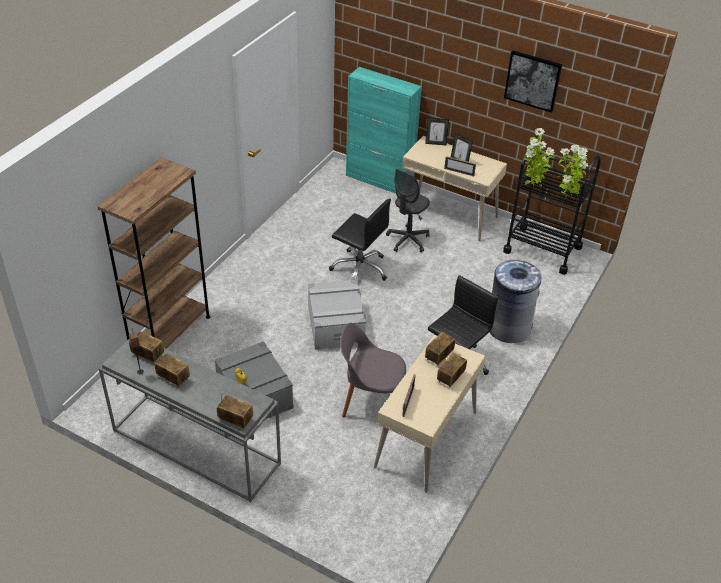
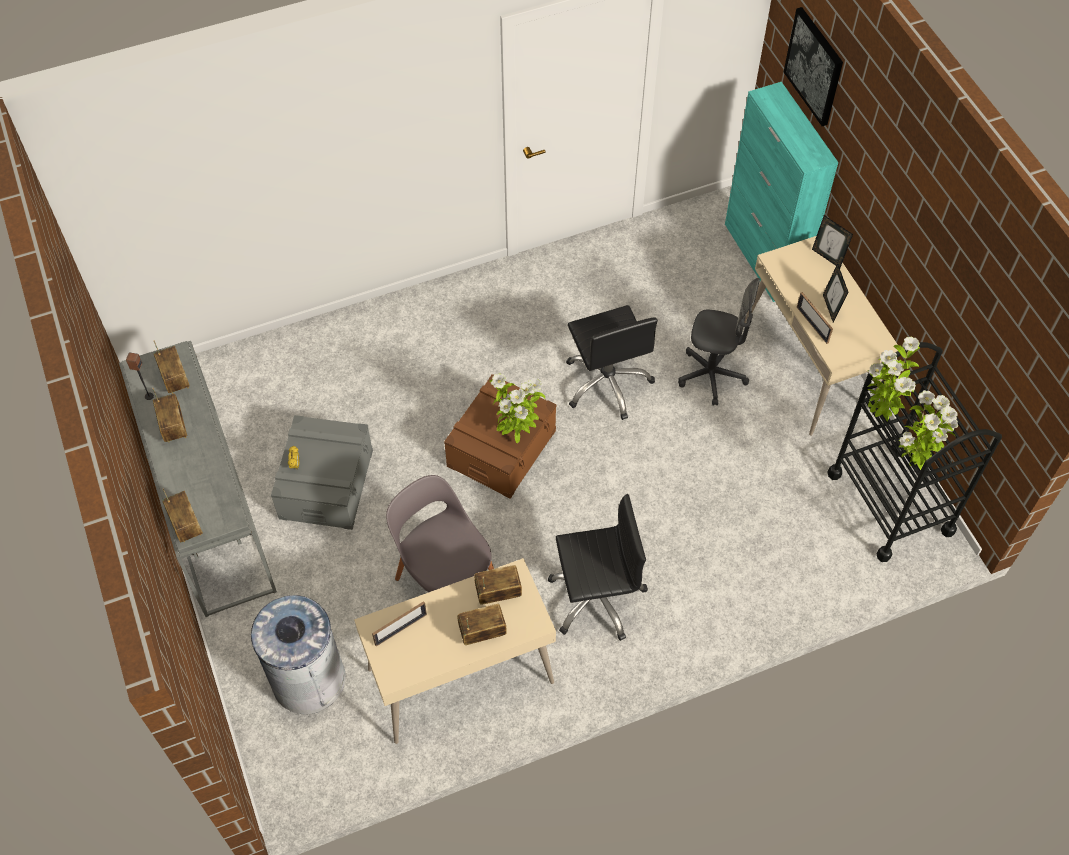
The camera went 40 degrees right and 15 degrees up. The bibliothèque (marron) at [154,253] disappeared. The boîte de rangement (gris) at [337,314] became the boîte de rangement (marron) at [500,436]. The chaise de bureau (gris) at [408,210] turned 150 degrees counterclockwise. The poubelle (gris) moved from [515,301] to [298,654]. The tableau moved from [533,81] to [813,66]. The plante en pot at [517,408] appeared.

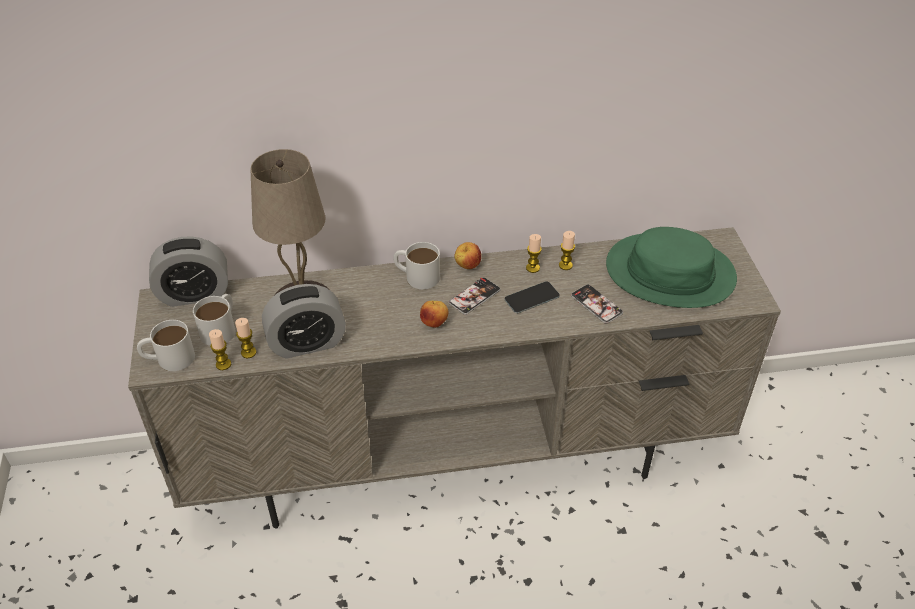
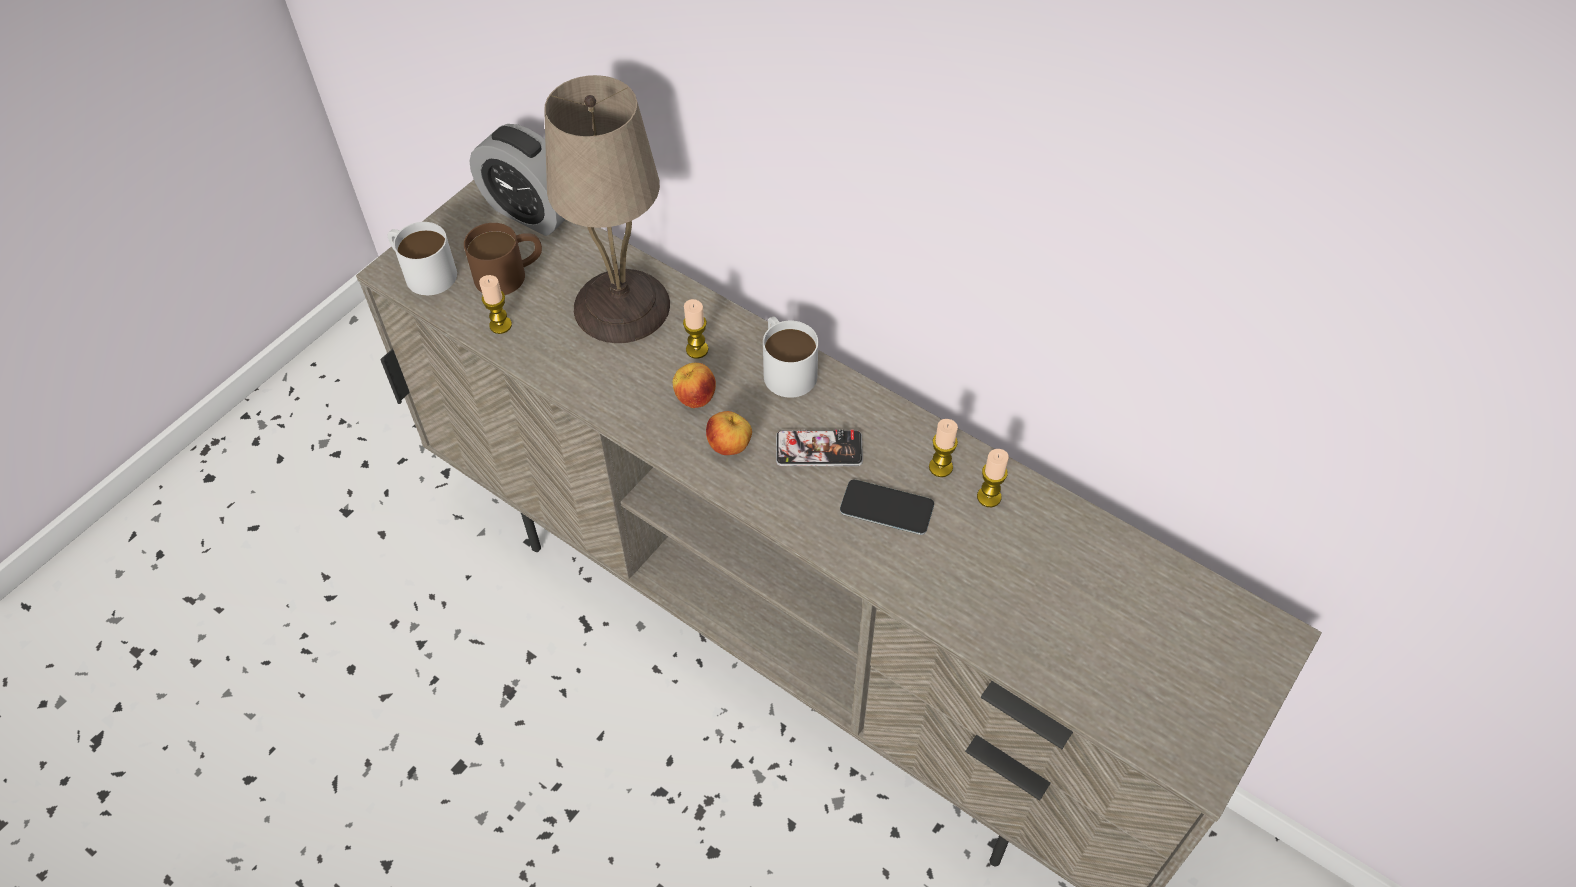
The camera went 45 degrees right and 10 degrees up. The mug (blanc) at [214,320] became the mug (marron) at [503,259]. The bougie moved from [220,349] to [695,329]. The réveil at [304,321] disappeared. The pomme moved from [467,255] to [694,385]. The téléphone at [597,304] disappeared. The chapeau (vert) at [671,267] disappeared.

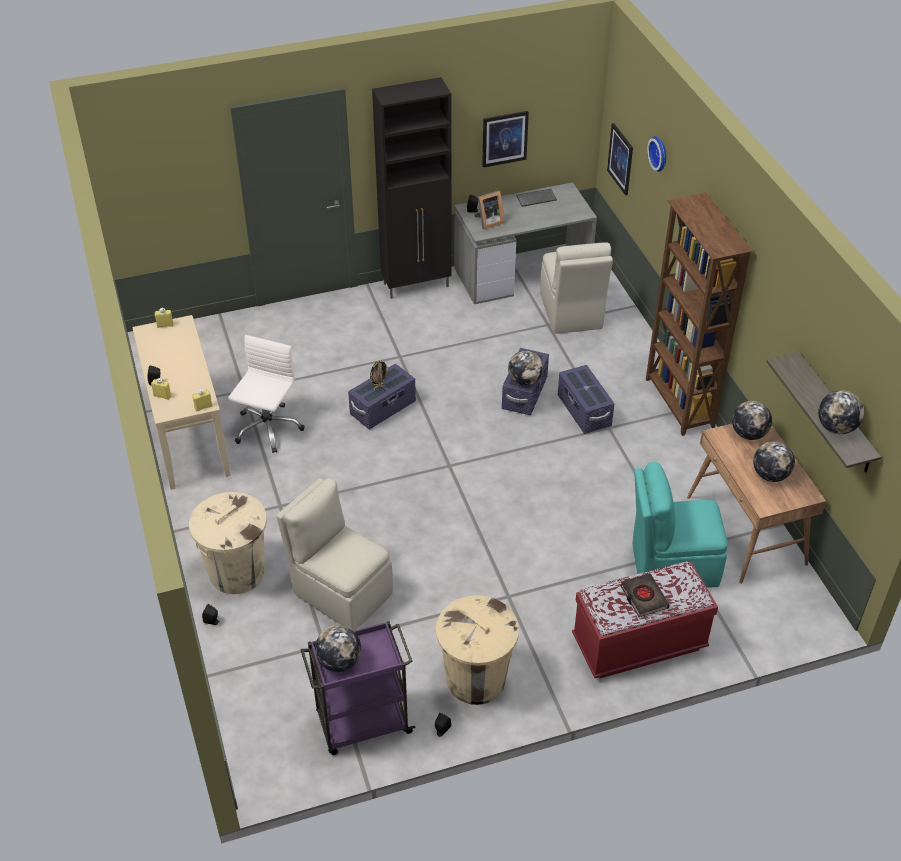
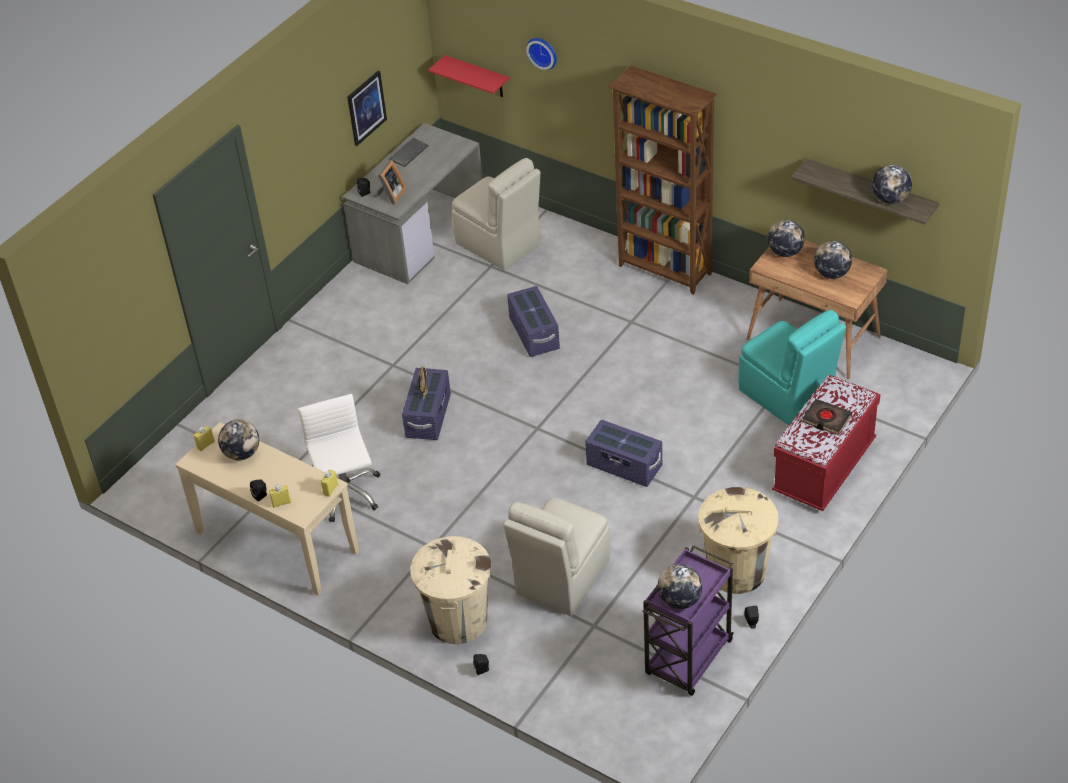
The camera went 35 degrees left and 0 degrees up. The chaise (beige) at [334,554] turned 60 degrees counterclockwise. The meuble de rangement (noir) at [412,188] disappeared. The globe moved from [525,368] to [238,440]. The boîte de rangement (violet) moved from [586,399] to [623,453]. The tableau at [620,159] was replaced by the étagère (rouge) at [469,76]. The chaise (turquoise) at [680,525] turned 90 degrees counterclockwise.

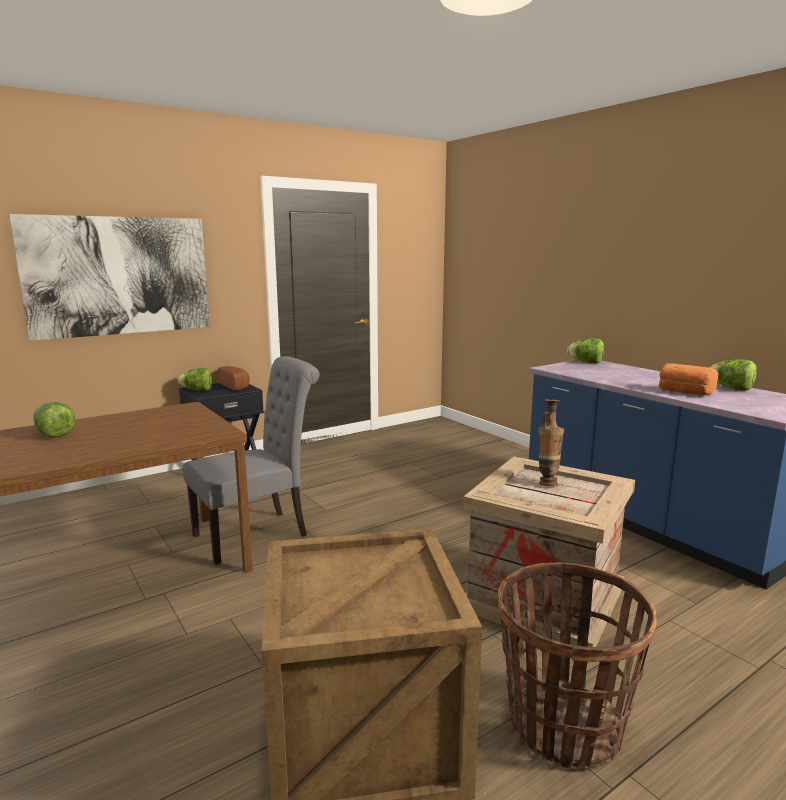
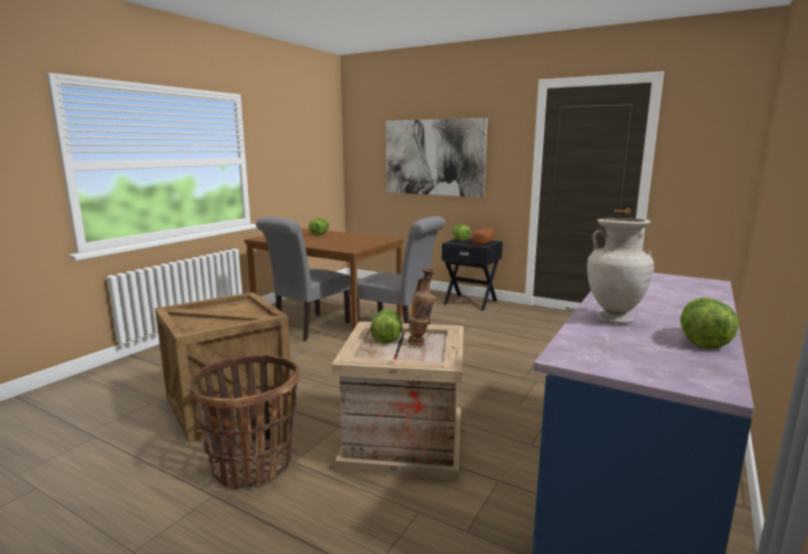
The camera went 65 degrees right and 0 degrees up. The laitue moved from [585,350] to [386,326]. The pain at [689,379] was replaced by the vase (beige) at [620,271]. The chaise (gris) at [303,279] appeared.

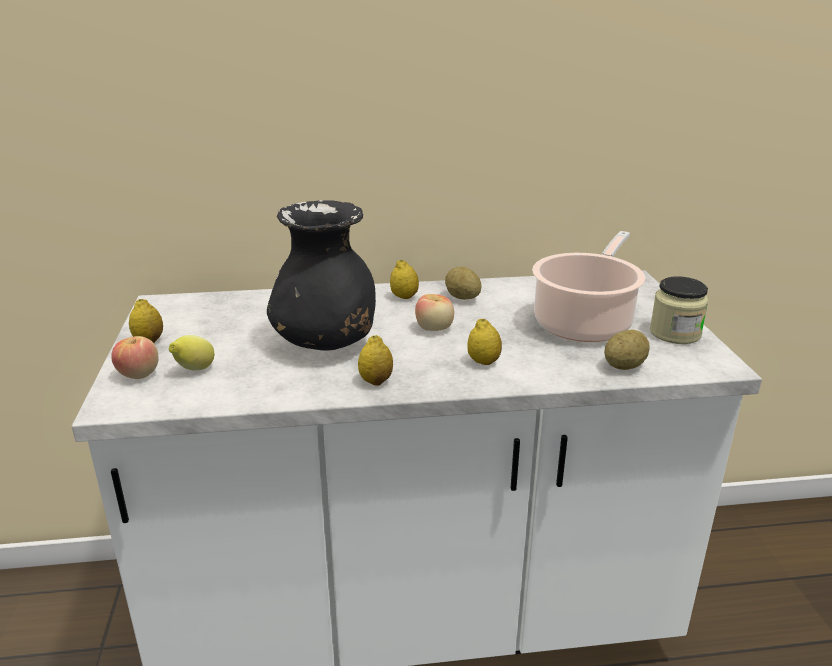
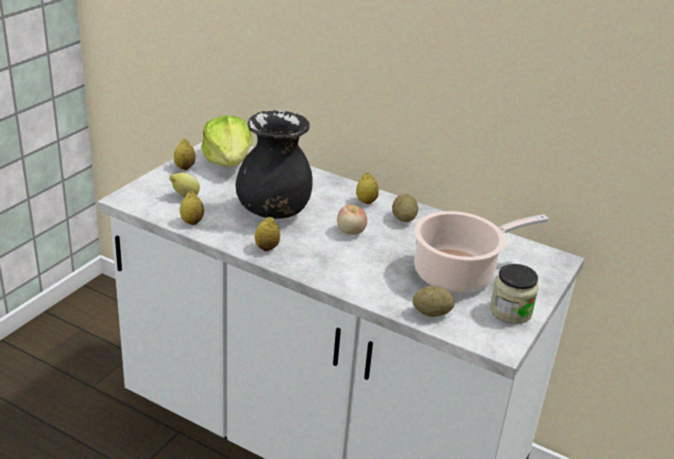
The camera went 35 degrees right and 5 degrees up. The pomme at [134,357] disappeared. The citron moved from [484,342] to [192,208]. The laitue at [226,141] appeared.

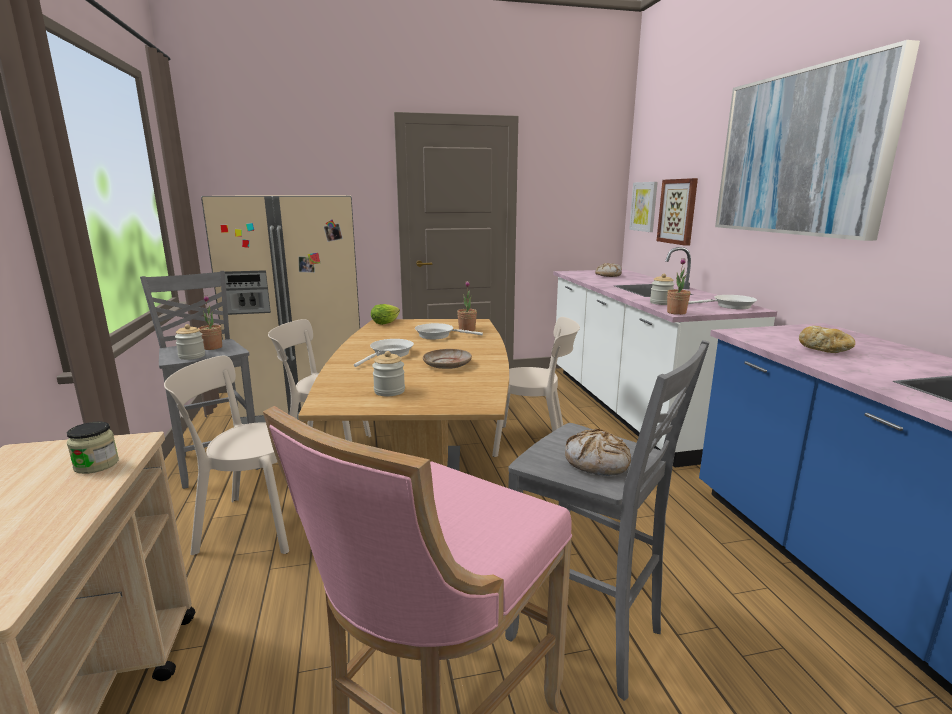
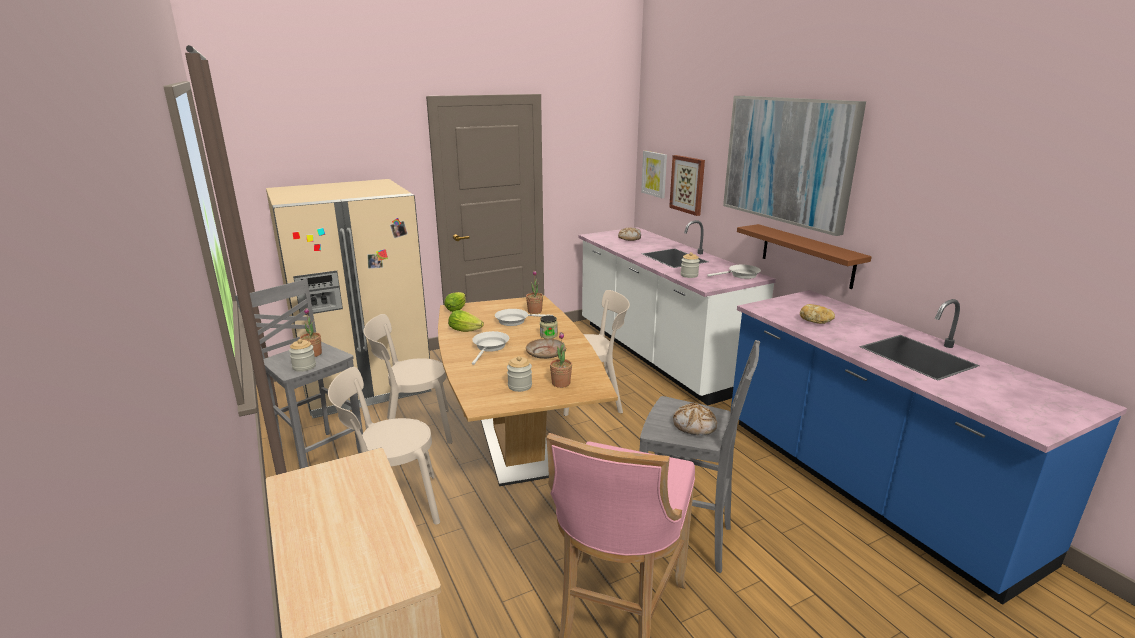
The camera went 15 degrees left and 5 degrees up. The bocal moved from [93,448] to [549,327]. The plante en pot moved from [679,286] to [561,360]. The laitue at [466,321] appeared. The étagère (marron) at [804,256] appeared.

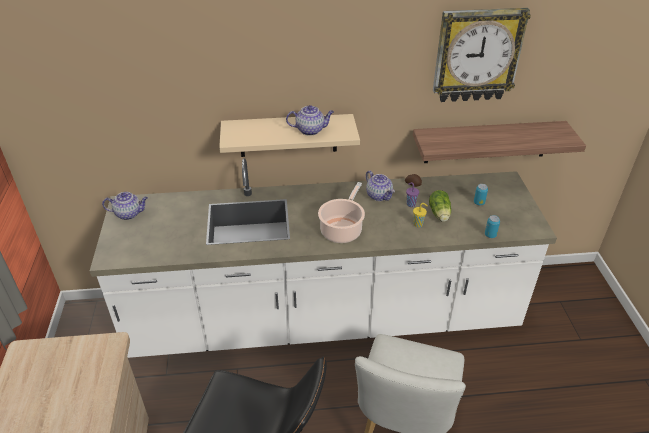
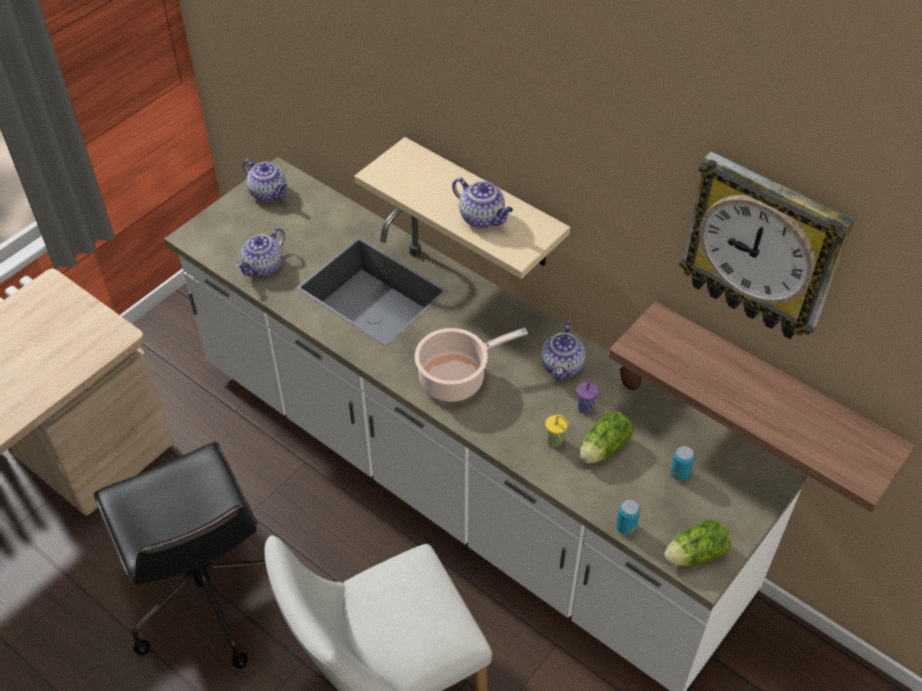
The camera went 45 degrees right and 10 degrees up. The théière at [260,251] appeared. The laitue at [697,543] appeared.

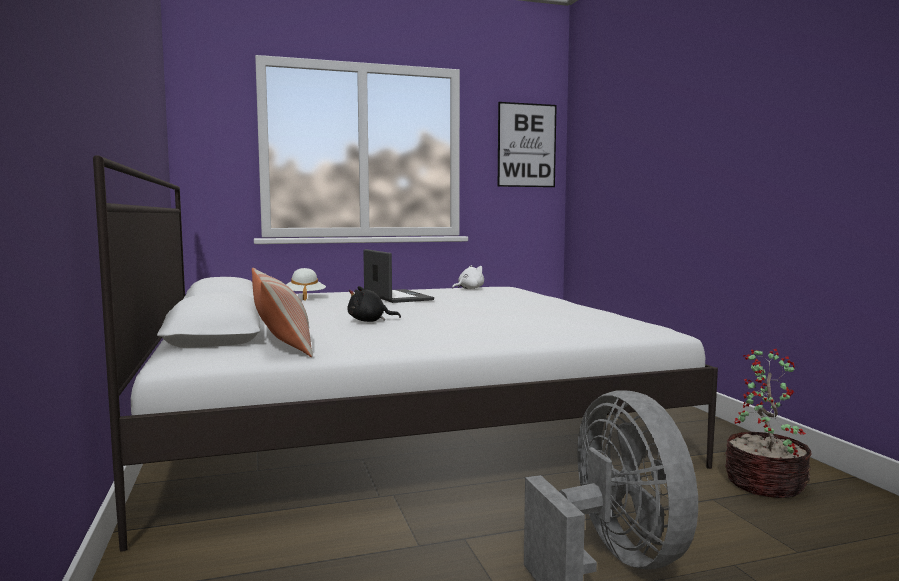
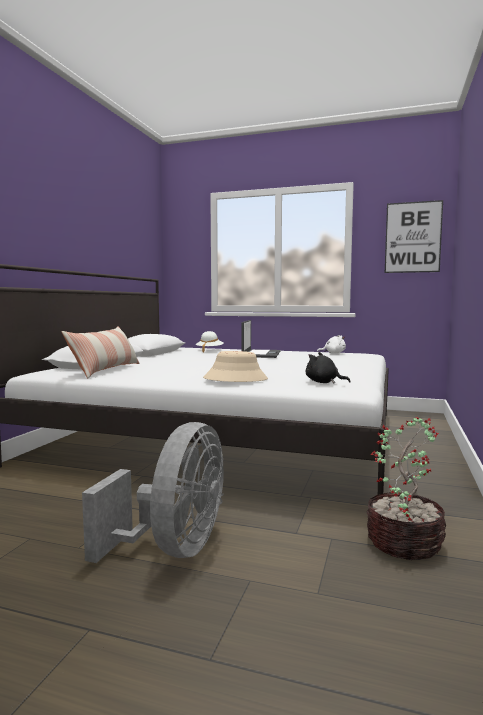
The camera went 35 degrees right and 0 degrees up. The peluche (noir) moved from [374,304] to [328,367]. The chapeau (beige) at [235,366] appeared.

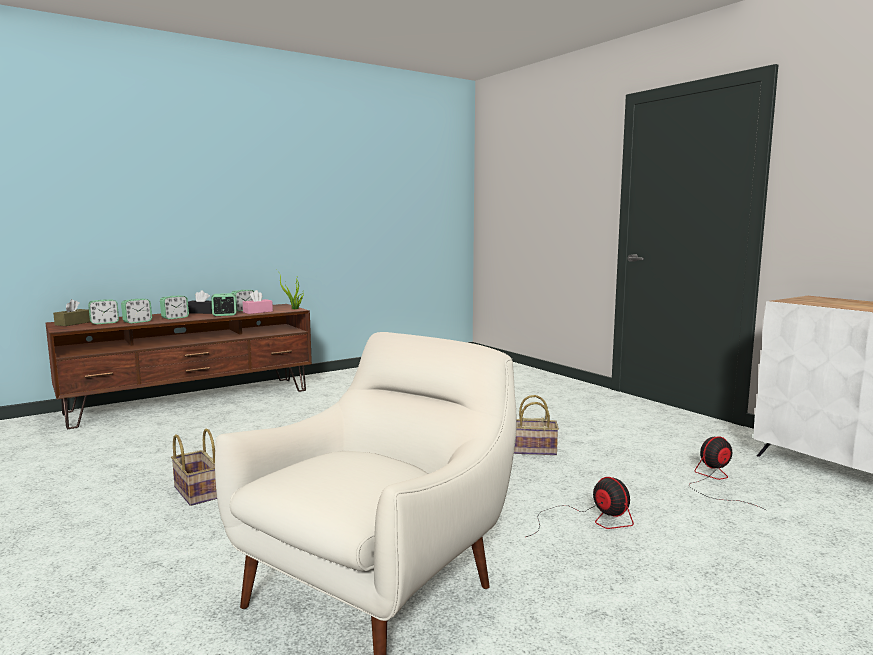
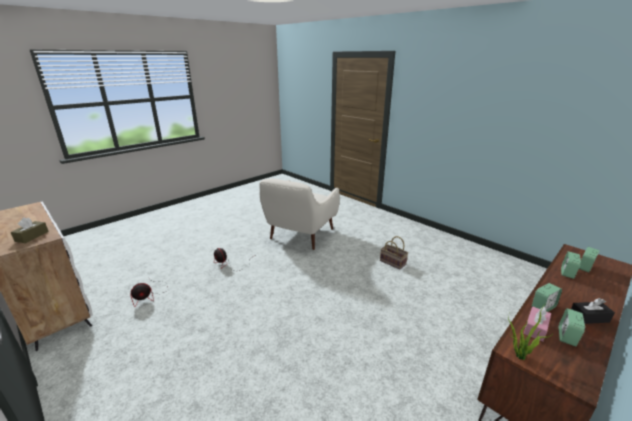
The camera went 170 degrees right and 15 degrees up. The boîte à mouchoirs (marron) moved from [72,312] to [29,230]. The réveil at [174,307] disappeared. The panier at [536,425] disappeared.

